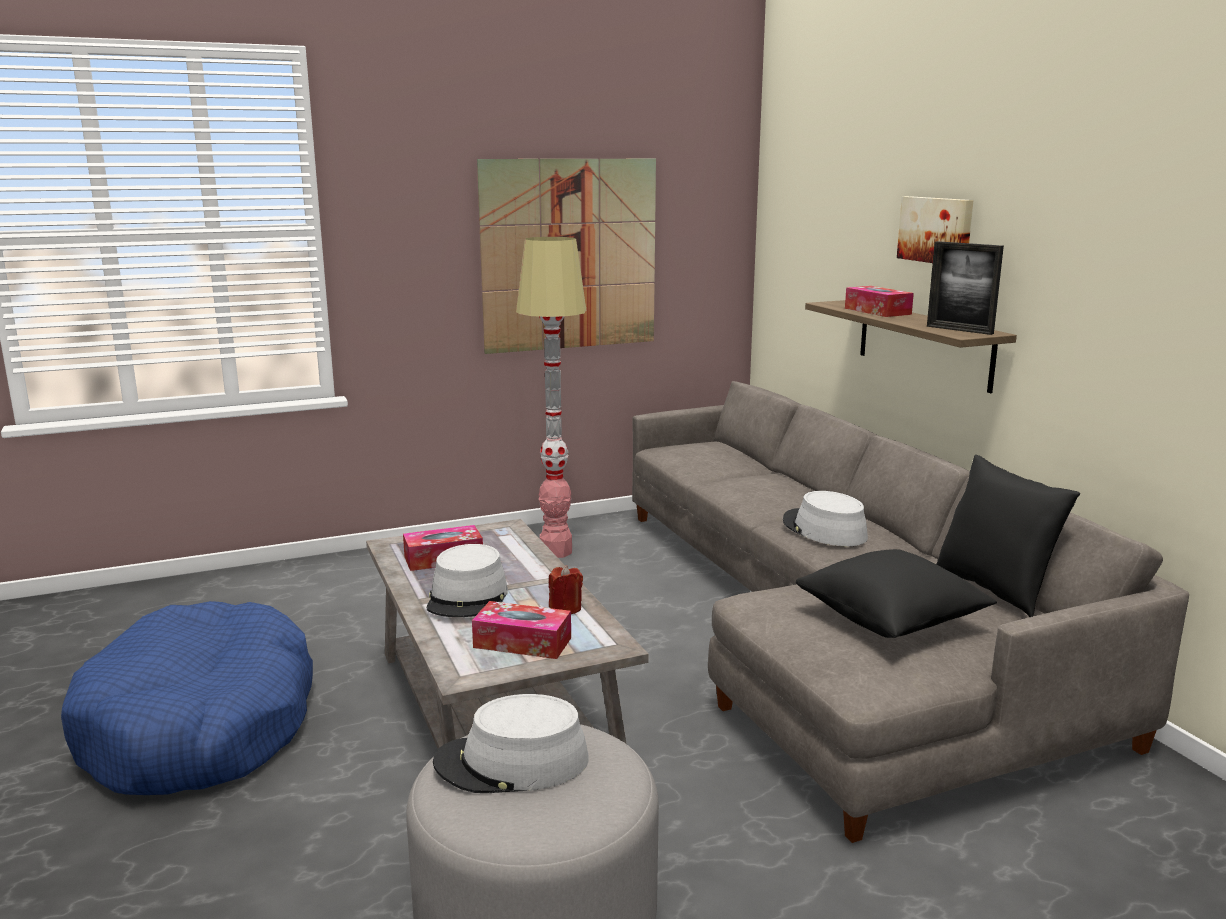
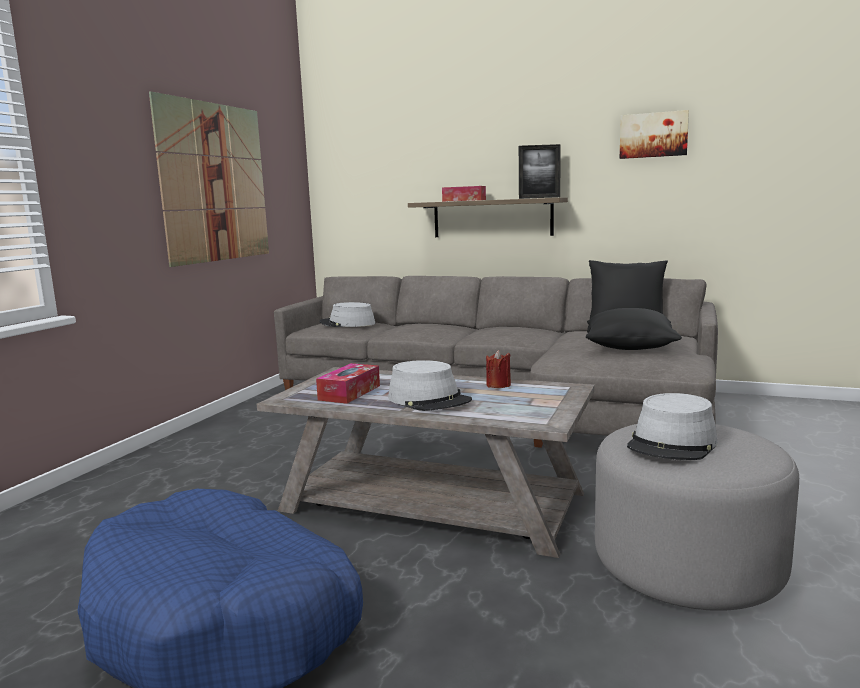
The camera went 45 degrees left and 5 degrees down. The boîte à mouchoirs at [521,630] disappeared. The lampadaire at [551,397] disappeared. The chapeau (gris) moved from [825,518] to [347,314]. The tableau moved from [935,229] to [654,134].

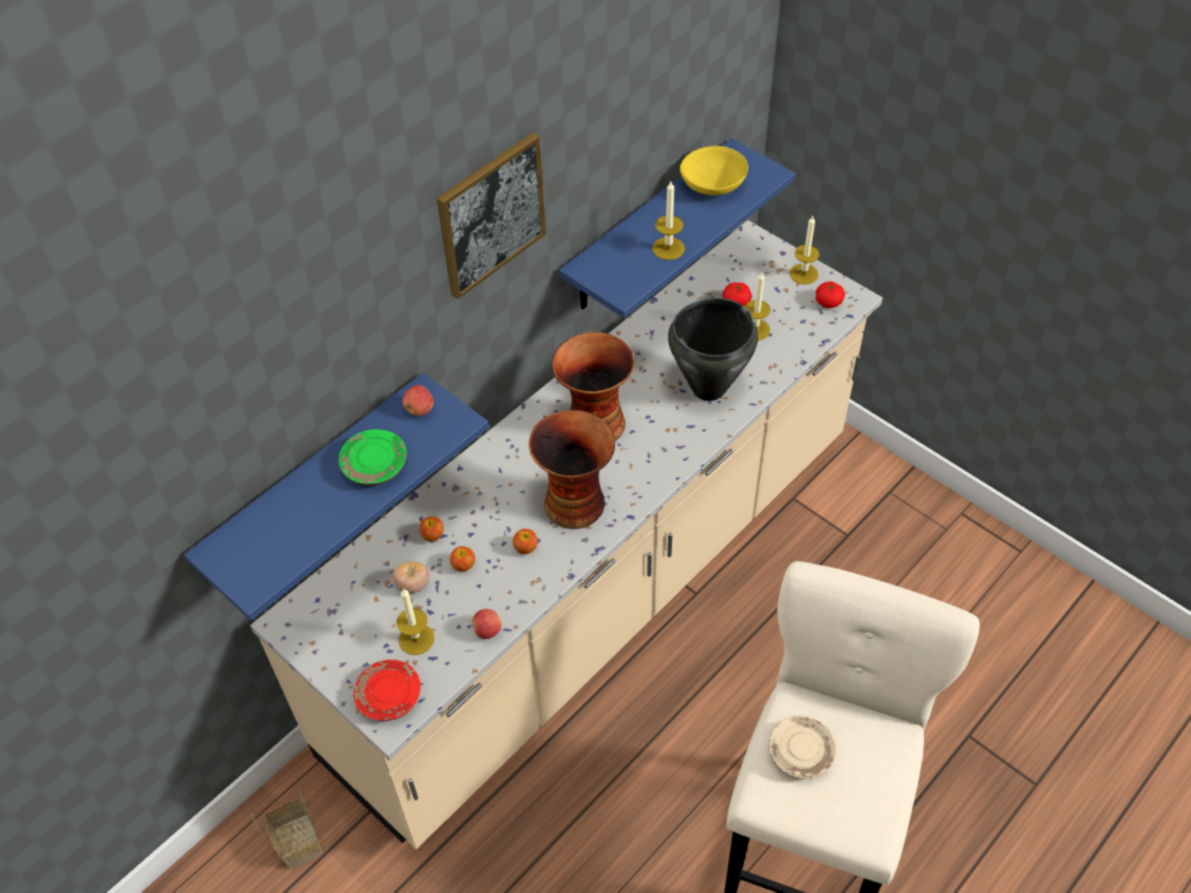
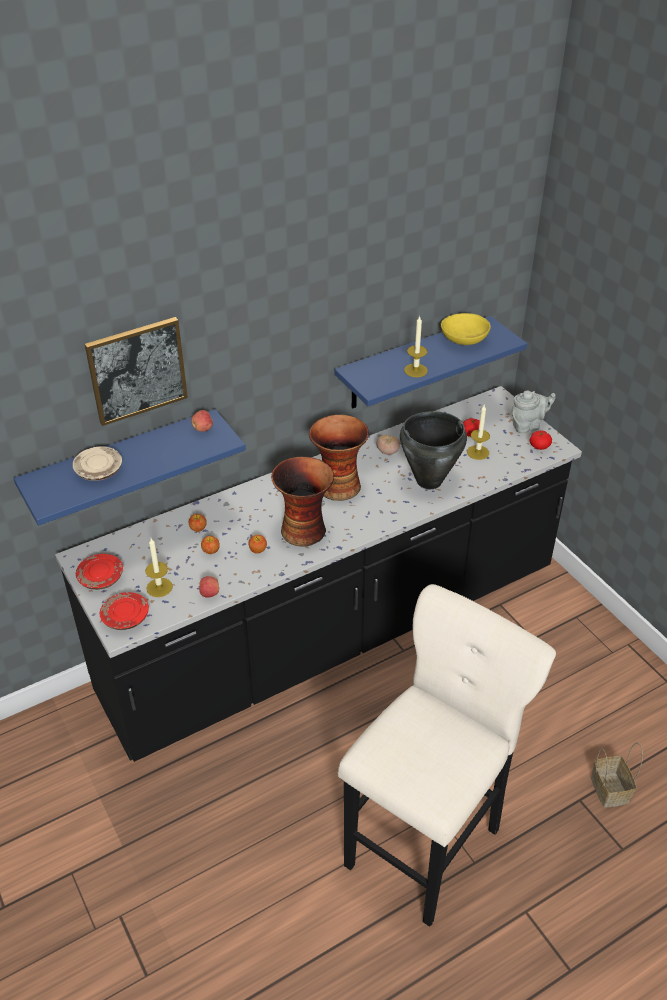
The camera went 15 degrees right and 10 degrees down. The comptoir de cuisine (beige) at [566,534] became the comptoir de cuisine (noir) at [318,574]. The panier moved from [286,828] to [617,775]. The assiette (vert) at [373,457] disappeared. The tomate moved from [410,577] to [388,445]. The tableau moved from [491,215] to [136,371]. The assiette (beige) moved from [803,747] to [97,463]. The bougie at [804,250] was replaced by the théière (gris) at [534,411]. The assiette (rouge) at [99,572] appeared.

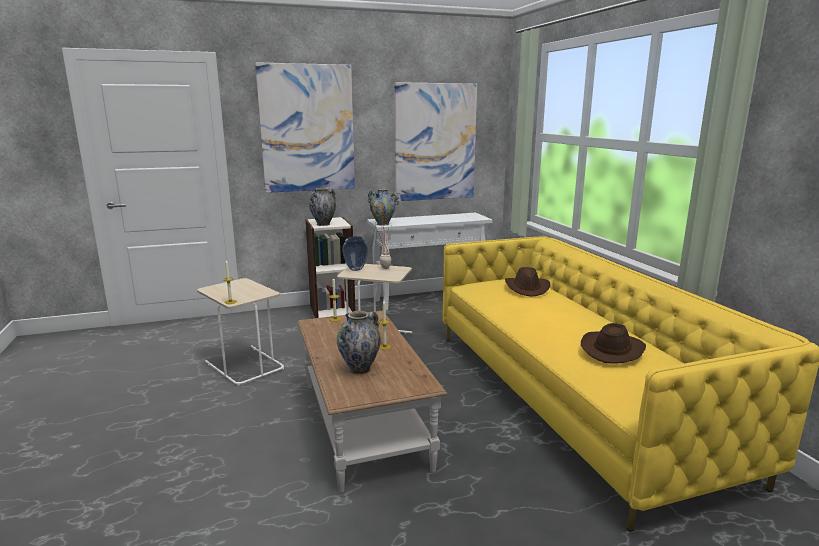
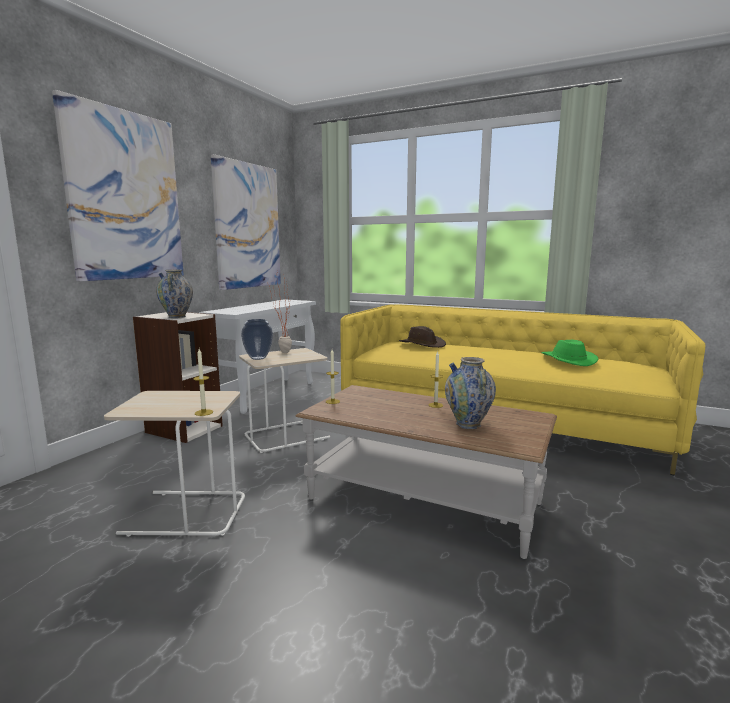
The camera went 45 degrees left and 5 degrees down. The vase at [383,206] disappeared. The chapeau (marron) at [613,343] became the chapeau (vert) at [569,353].

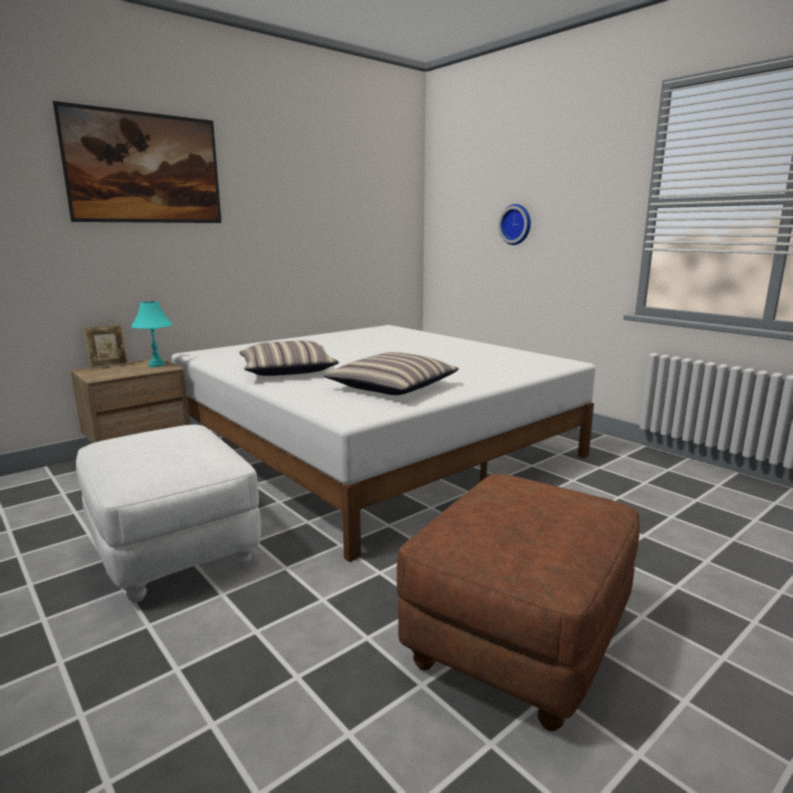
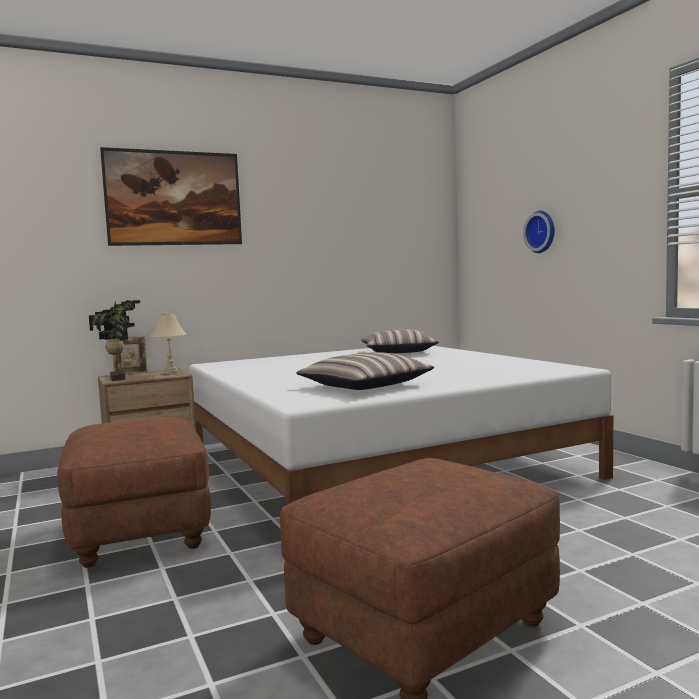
The camera went 15 degrees right and 10 degrees down. The pouf (blanc) at [168,514] became the pouf (marron) at [134,492]. The lampe de table (turquoise) at [152,334] became the lampe de table (beige) at [168,344]. The coussin moved from [289,358] to [400,341]. The plante en pot at [114,340] appeared.

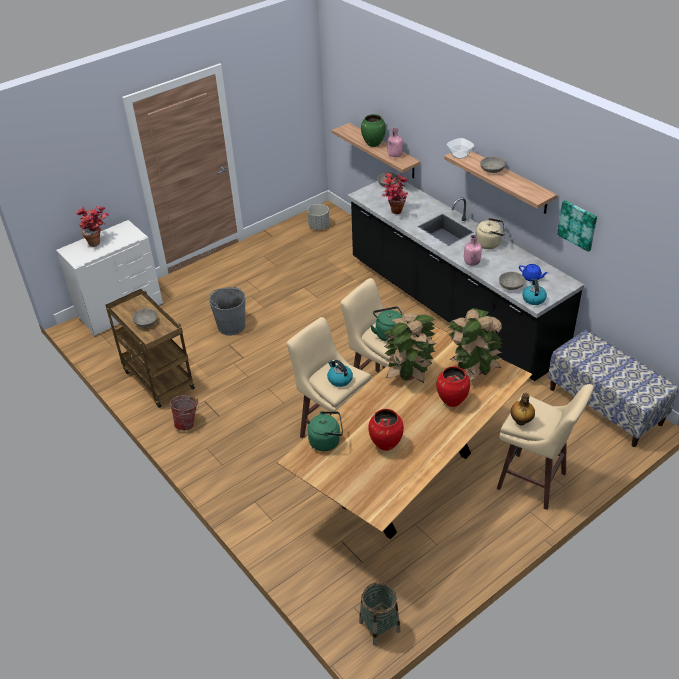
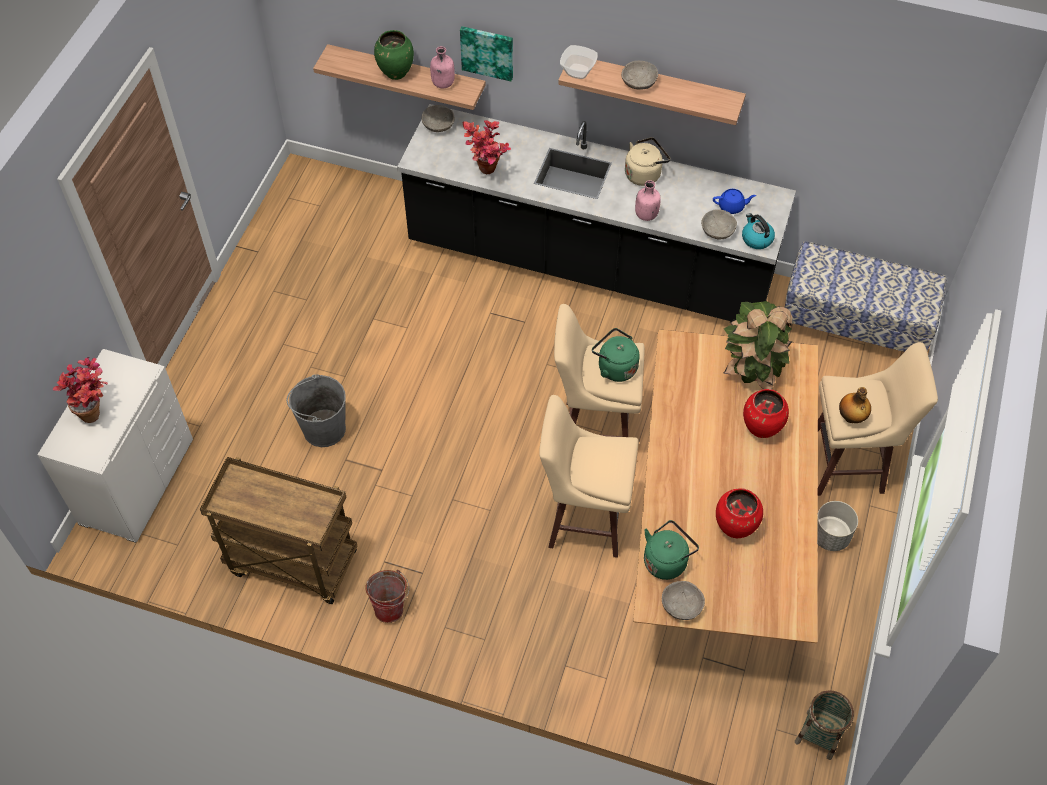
The camera went 35 degrees left and 15 degrees up. The bol (gris) moved from [145,317] to [683,600]. The cache-pot (gris) moved from [318,217] to [837,526]. The bouilloire at [340,373] disappeared. The plante en pot at [409,348] disappeared. The tableau moved from [577,226] to [486,53].

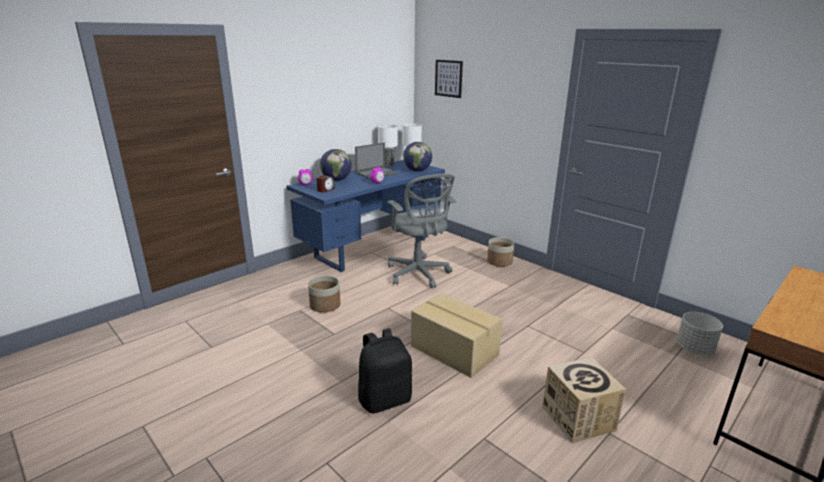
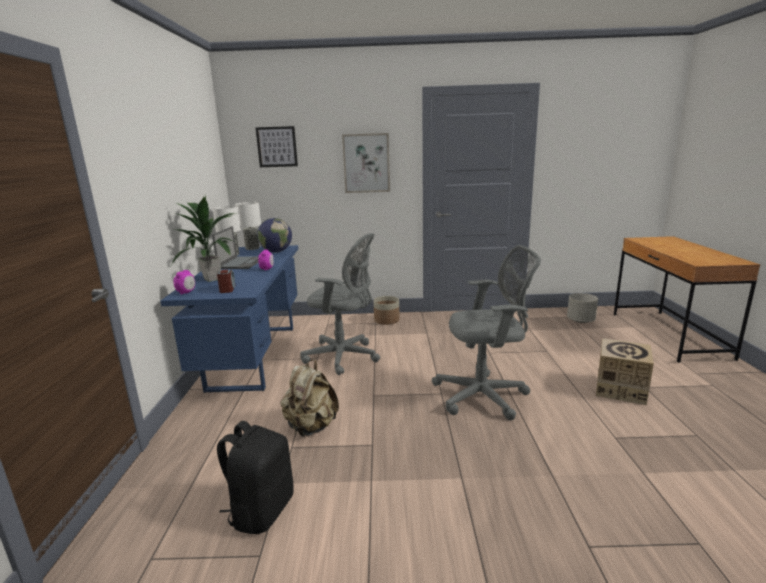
The camera went 45 degrees left and 5 degrees down. The cache-pot at [324,294] was replaced by the sac à dos (beige) at [309,398]. The globe at [336,165] was replaced by the plante en pot at [205,238]. The sac à dos (noir) moved from [385,370] to [255,477]. The carton at [457,335] was replaced by the chaise de bureau (gris) at [486,332]. The tableau at [366,163] appeared.

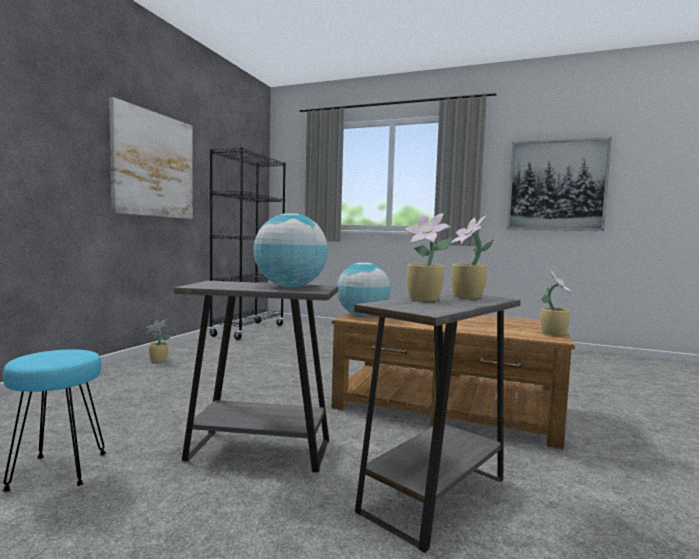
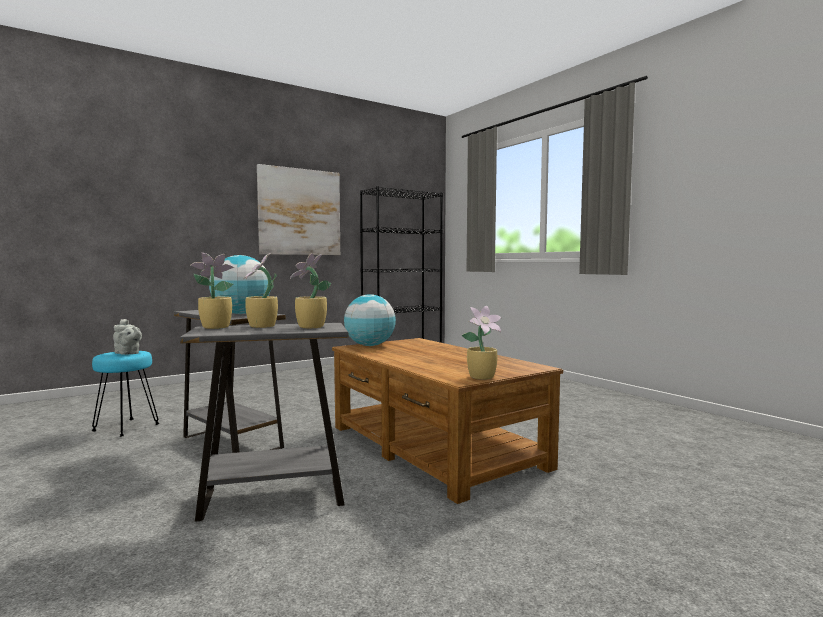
The camera went 35 degrees right and 0 degrees up. The plante en pot moved from [158,341] to [212,291]. The tableau at [559,184] disappeared. The théière (gris) at [127,337] appeared.

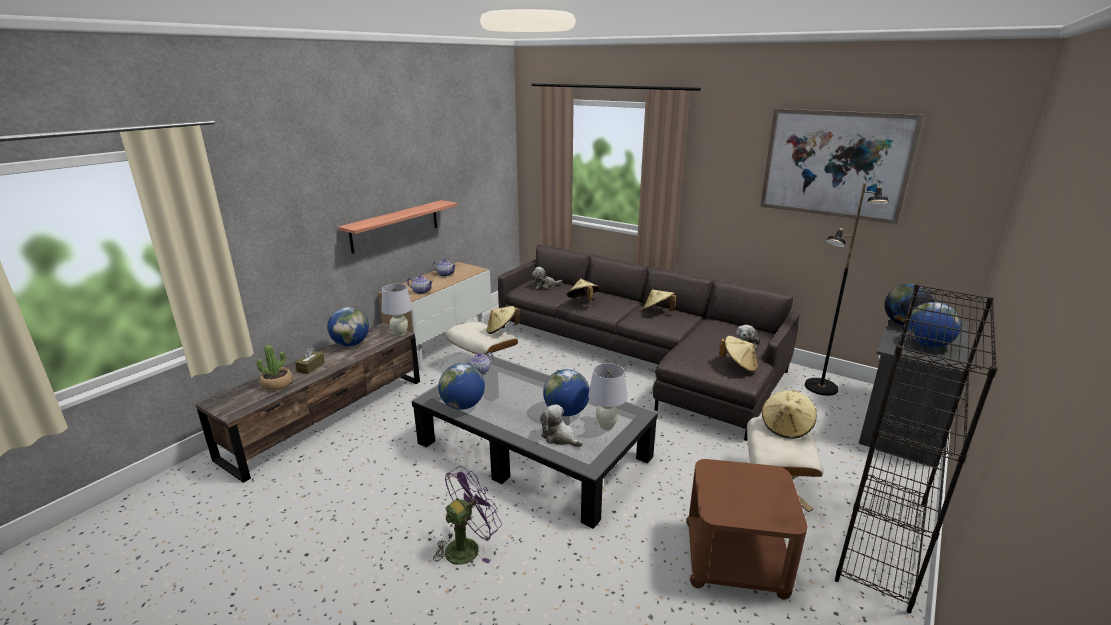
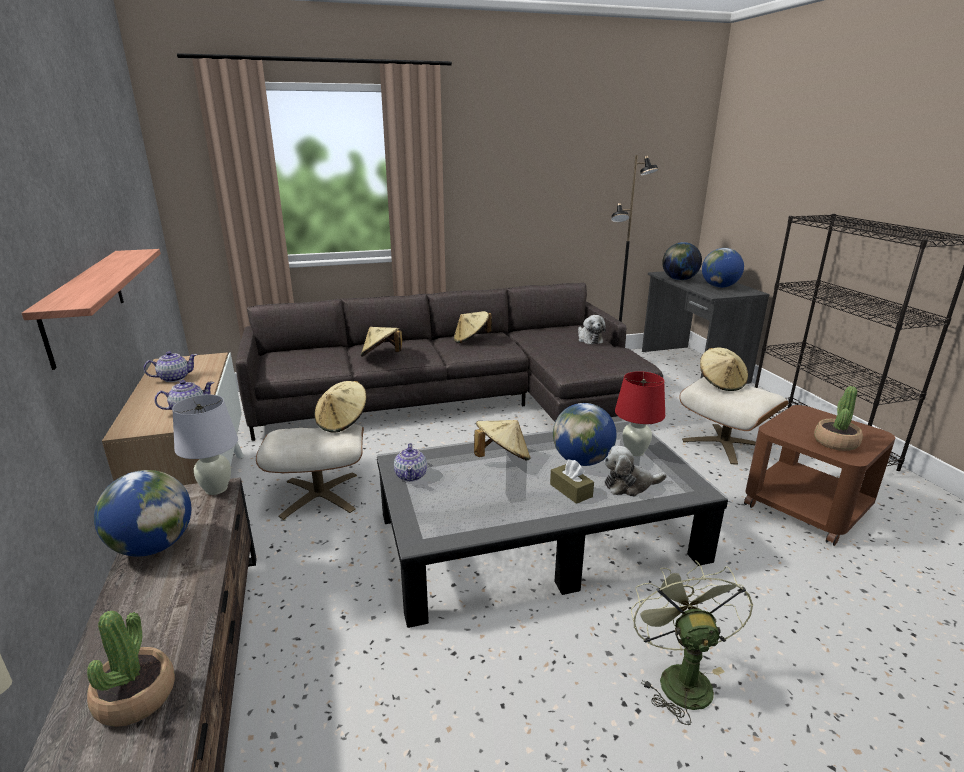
The camera went 50 degrees left and 0 degrees up. The boîte à mouchoirs (marron) moved from [310,360] to [572,481]. The ventilateur (violet) at [467,515] became the ventilateur (vert) at [692,642]. The globe at [461,386] disappeared. The peluche at [547,278] disappeared. The lampe de table (blanc) at [607,396] became the lampe de table (rouge) at [640,413]. The chapeau (beige) moved from [738,354] to [502,440]. The tableau at [842,166] disappeared. The plante en pot at [838,418] appeared.

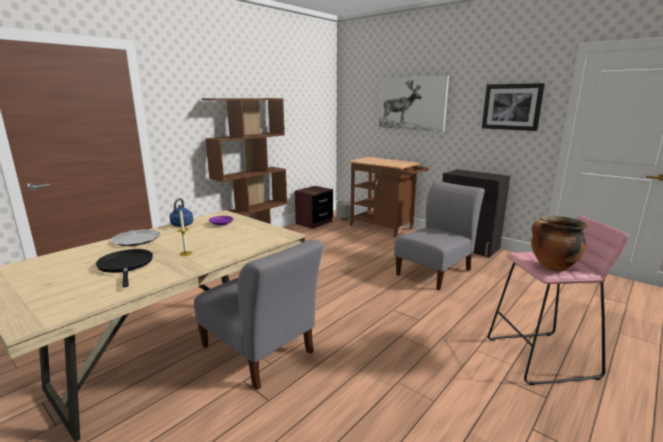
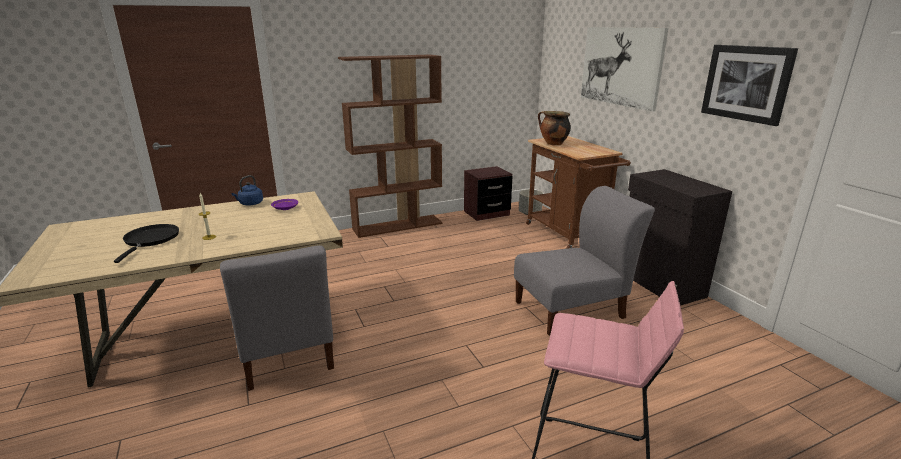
The camera went 25 degrees right and 5 degrees up. The assiette at [135,237] disappeared. The marmite moved from [559,244] to [554,128].

